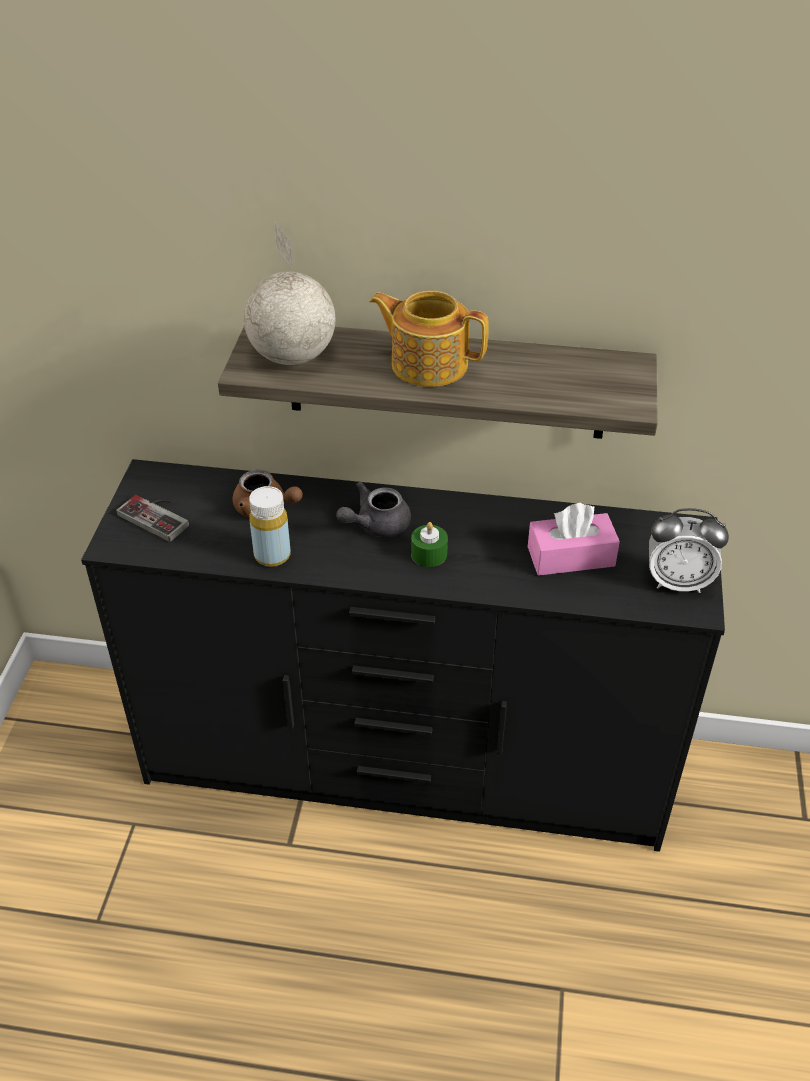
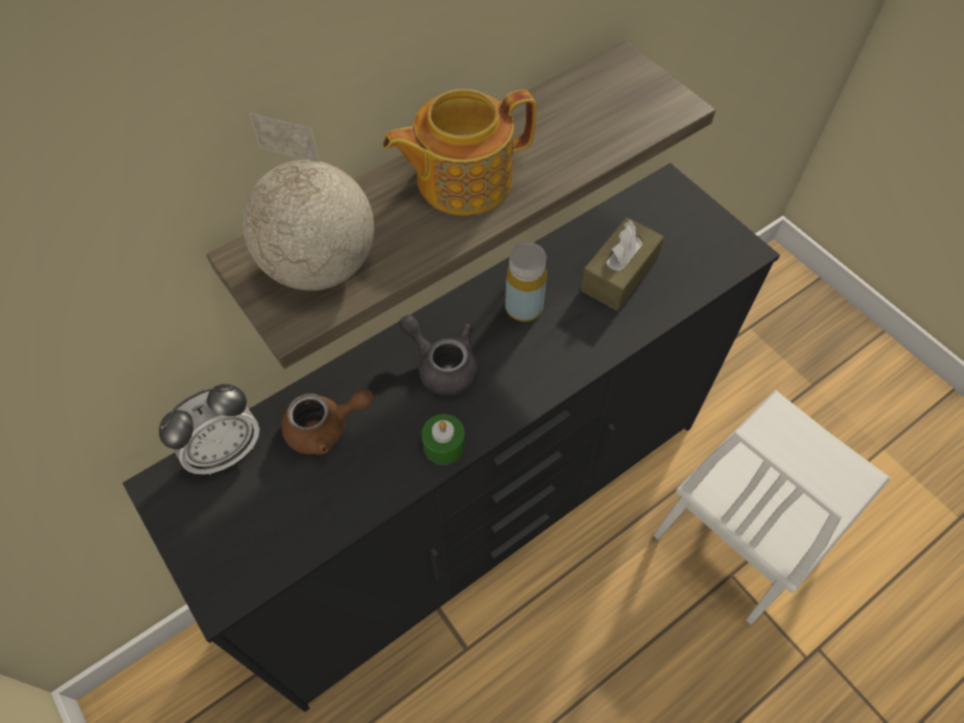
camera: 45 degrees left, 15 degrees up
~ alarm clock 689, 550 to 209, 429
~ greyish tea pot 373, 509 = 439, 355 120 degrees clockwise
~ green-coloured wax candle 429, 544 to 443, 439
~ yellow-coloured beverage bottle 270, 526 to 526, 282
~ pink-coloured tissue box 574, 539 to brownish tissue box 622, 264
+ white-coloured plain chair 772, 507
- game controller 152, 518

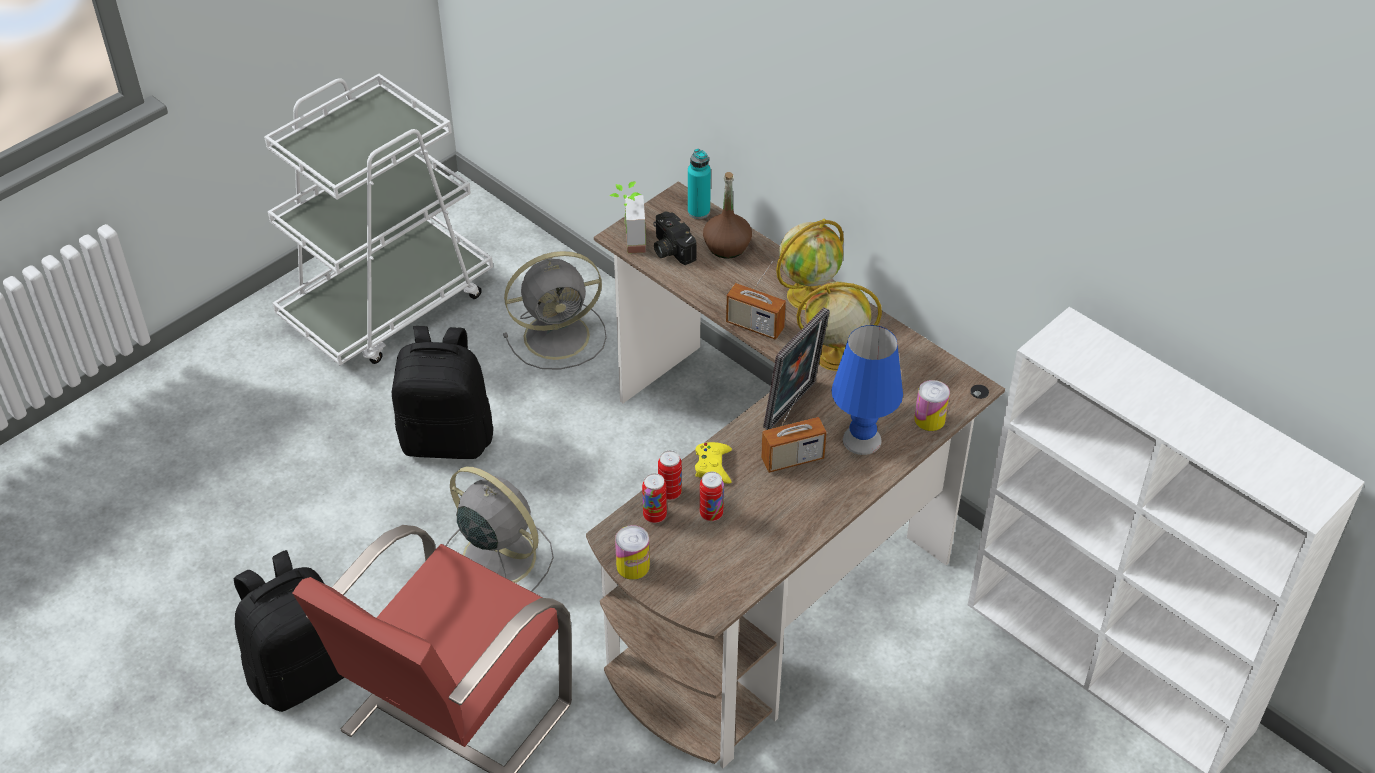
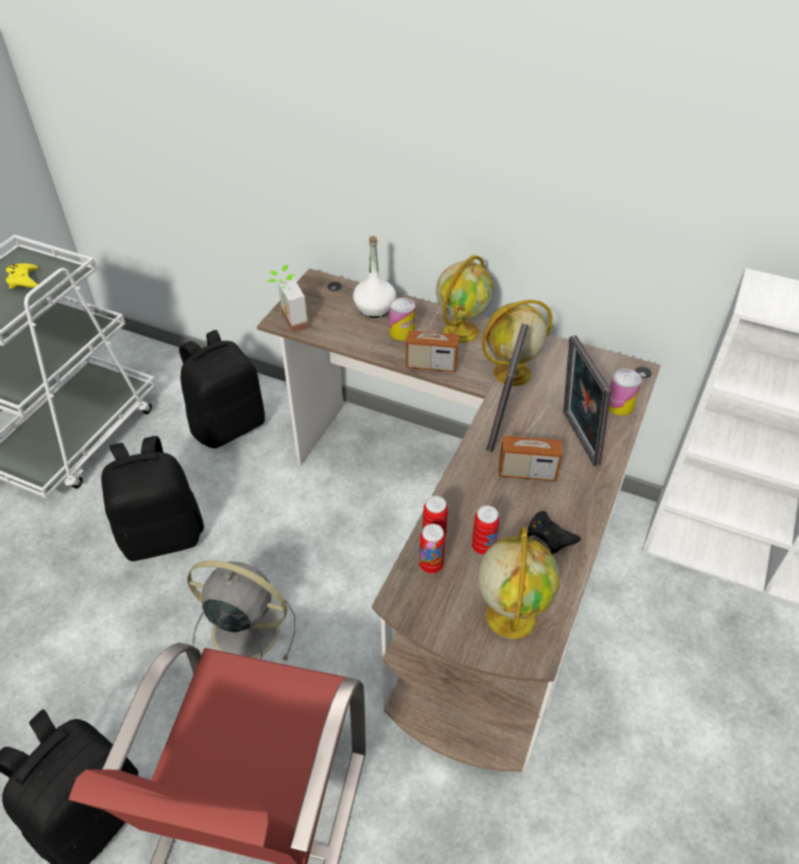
camera: 20 degrees left, 0 degrees up
~ yellow-coloured game controller 713, 463 to 22, 276
~ greyish fan 555, 310 to blackish knapsack 222, 389
~ brownish beverage bottle 727, 215 to white-coloured beverage bottle 374, 277
~ can 632, 552 to 402, 319
+ globe 519, 583
~ radio 794, 430 = 530, 443 45 degrees clockwise
+ blackish game controller 554, 533
~ blue-coloured lamp for a table 867, 390 to photo frame 587, 400
- photo camera 675, 238
- turquoise beverage bottle 699, 184

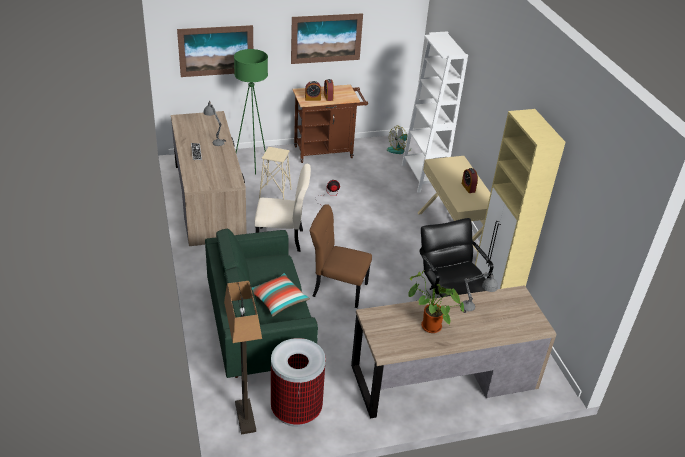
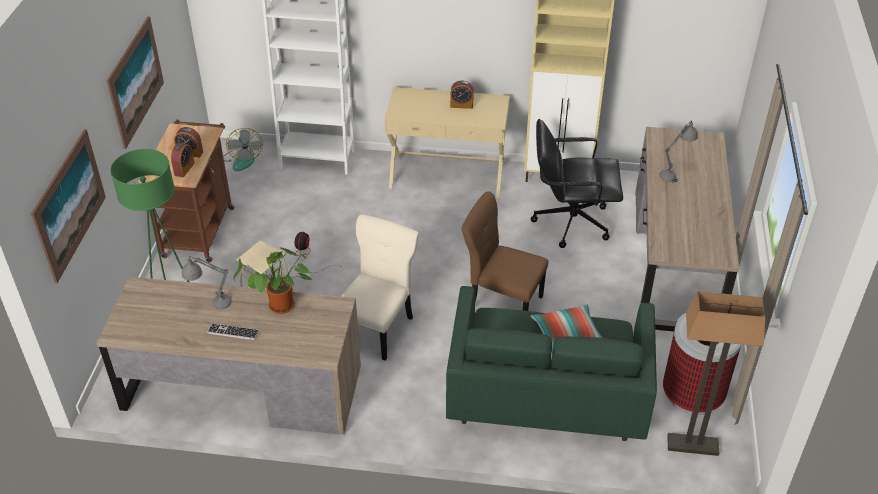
camera: 65 degrees left, 5 degrees up
~ potted plant 436, 301 to 273, 281
~ brownish plain chair 341, 256 = 504, 251 75 degrees clockwise

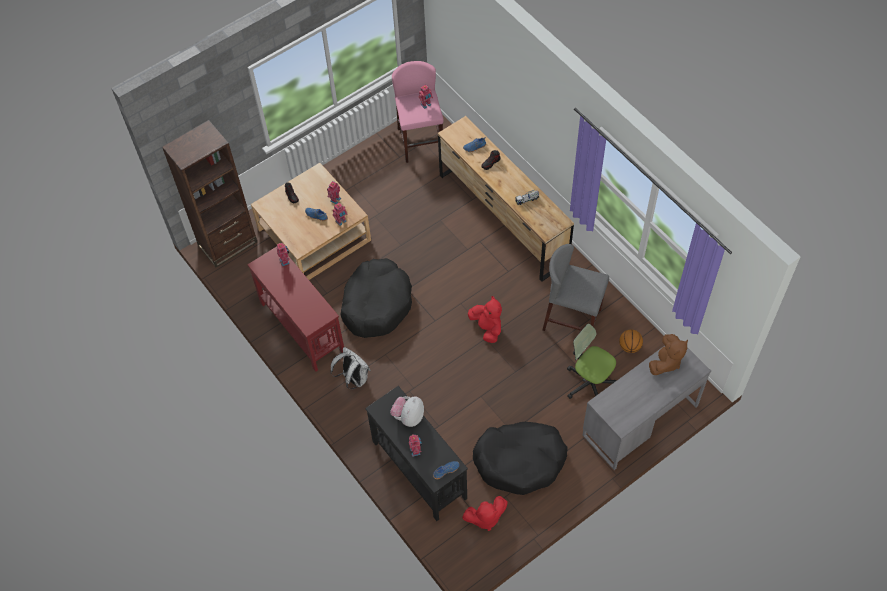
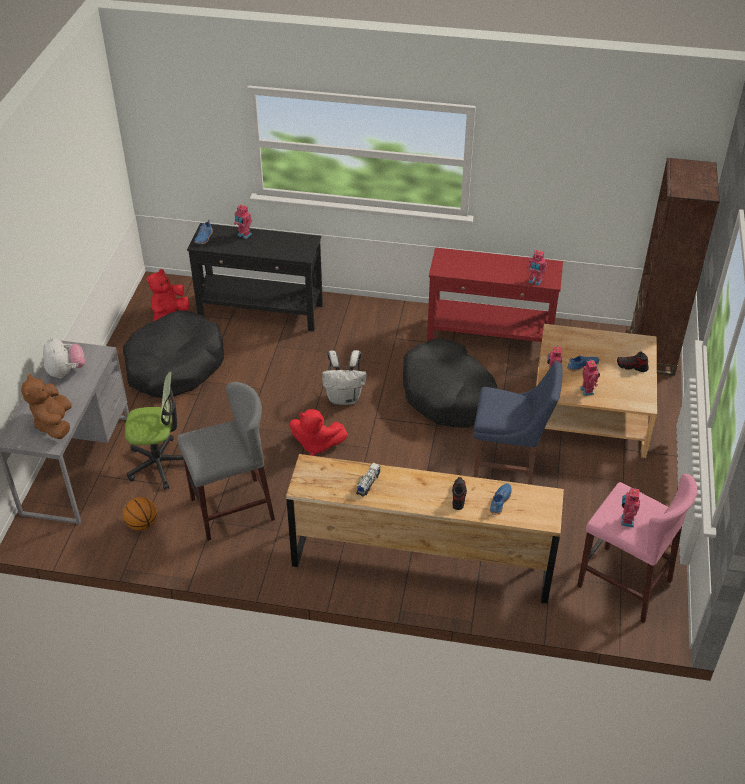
camera: 135 degrees right, 15 degrees down
~ cuddly toy 407, 411 to 64, 357
~ white-coloured knapsack 350, 368 to 344, 377
+ blue-coloured plain chair 518, 423

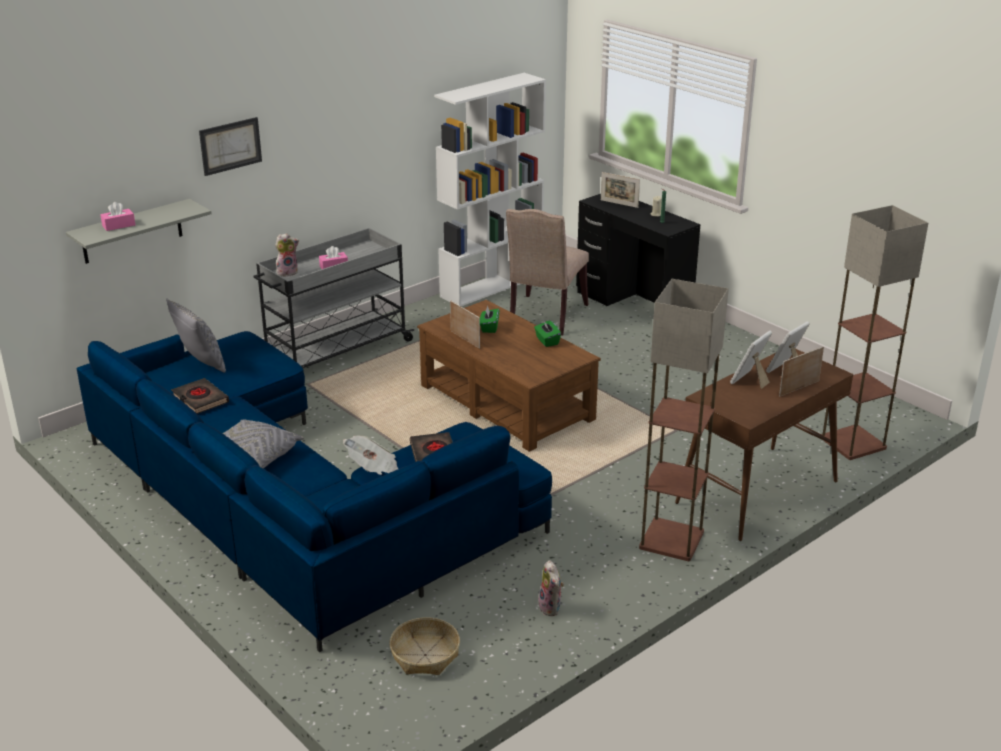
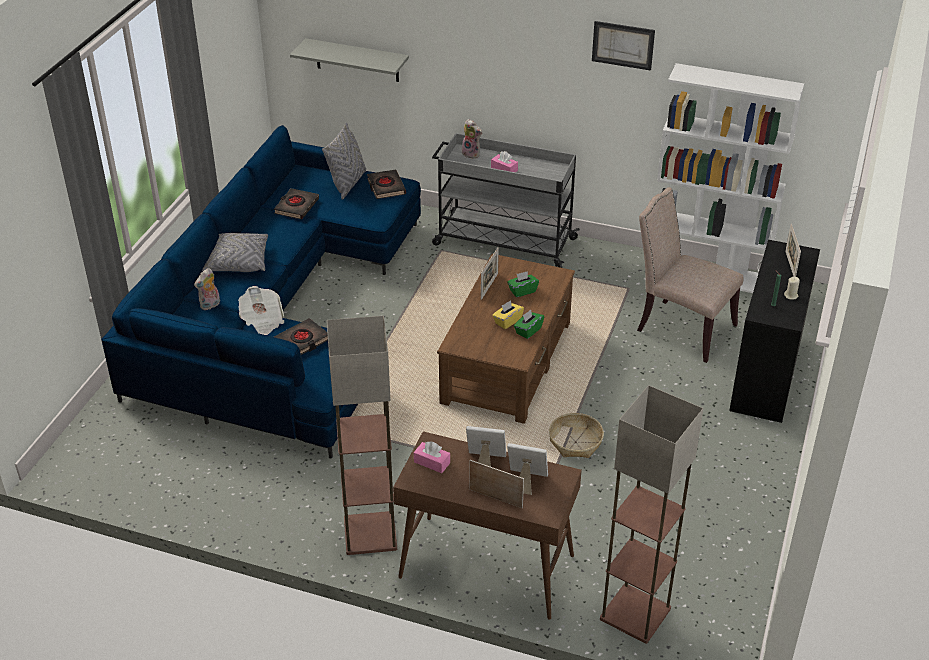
camera: 60 degrees right, 10 degrees up
~ cuddly toy 551, 588 to 207, 289
+ blackish bound book 386, 184
~ pink-coloured tissue box 117, 216 to 432, 457
+ yellow-coloured tissue box 508, 315
~ household basket 425, 646 to 576, 435
~ picture 230, 146 to 623, 46
~ beige plain chair 547, 272 = 690, 275 45 degrees clockwise

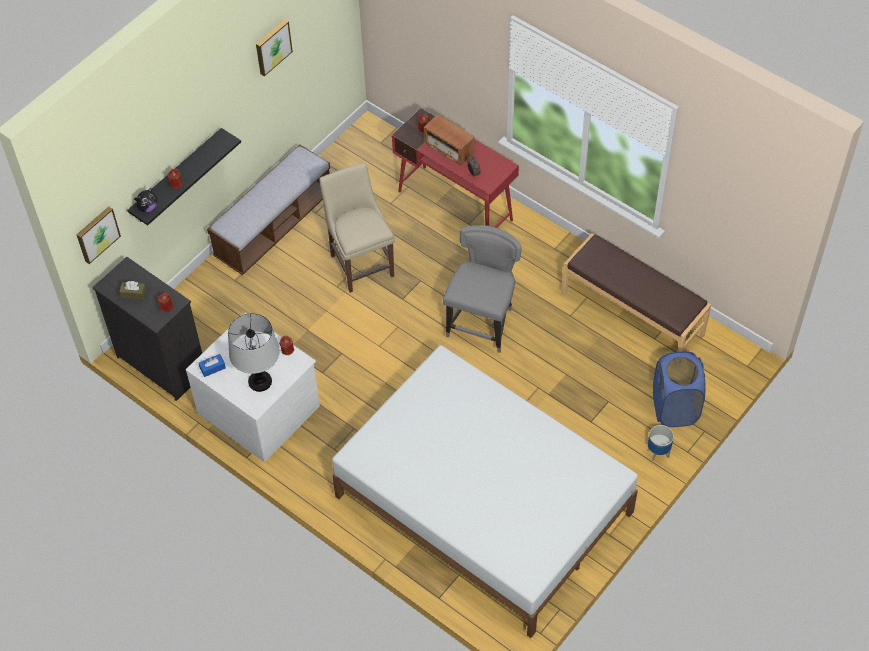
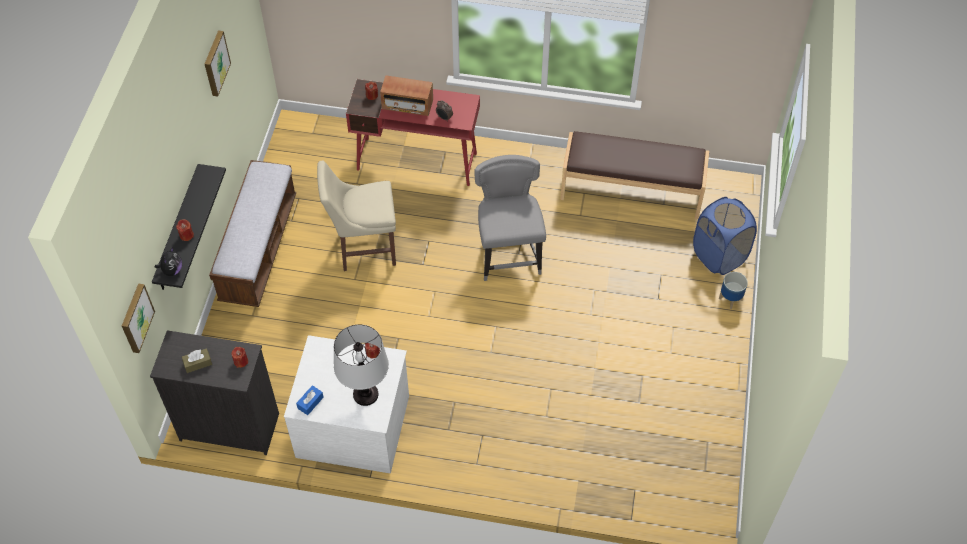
camera: 30 degrees left, 0 degrees up
~ beige plain chair 357, 228 = 356, 216 45 degrees counterclockwise
- white-coloured bedroom bed 485, 491

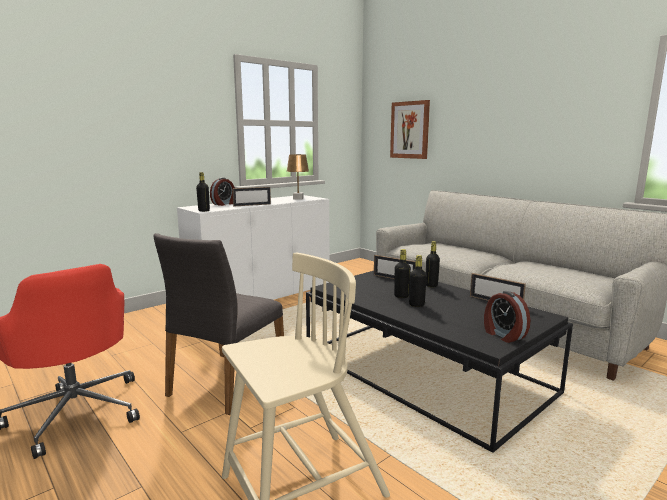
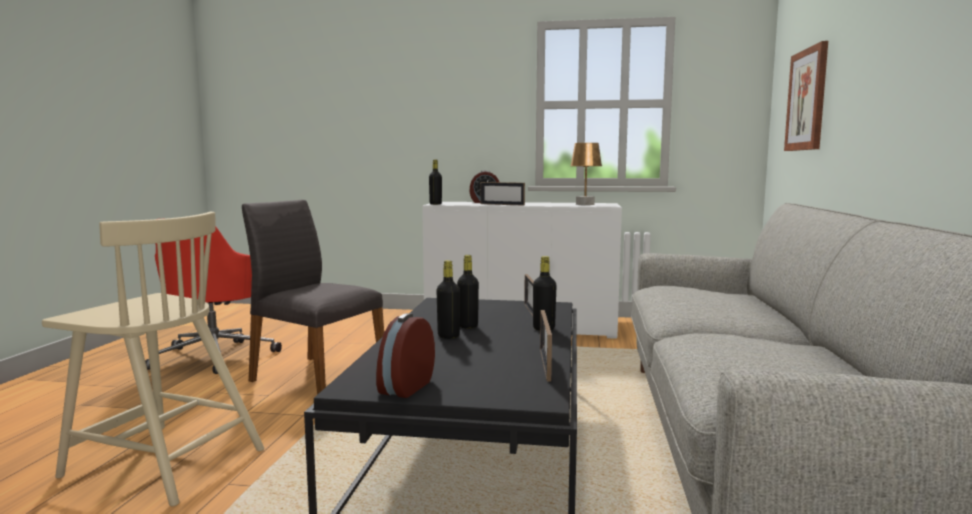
camera: 50 degrees right, 5 degrees down
~ greyish plain chair 218, 324 = 313, 297 45 degrees clockwise

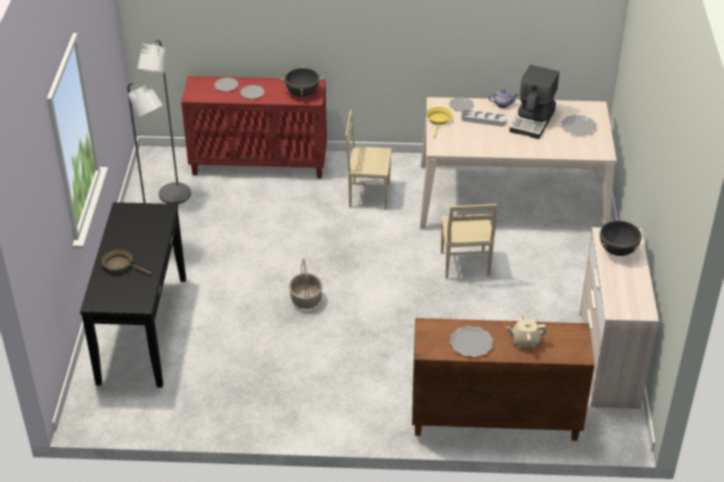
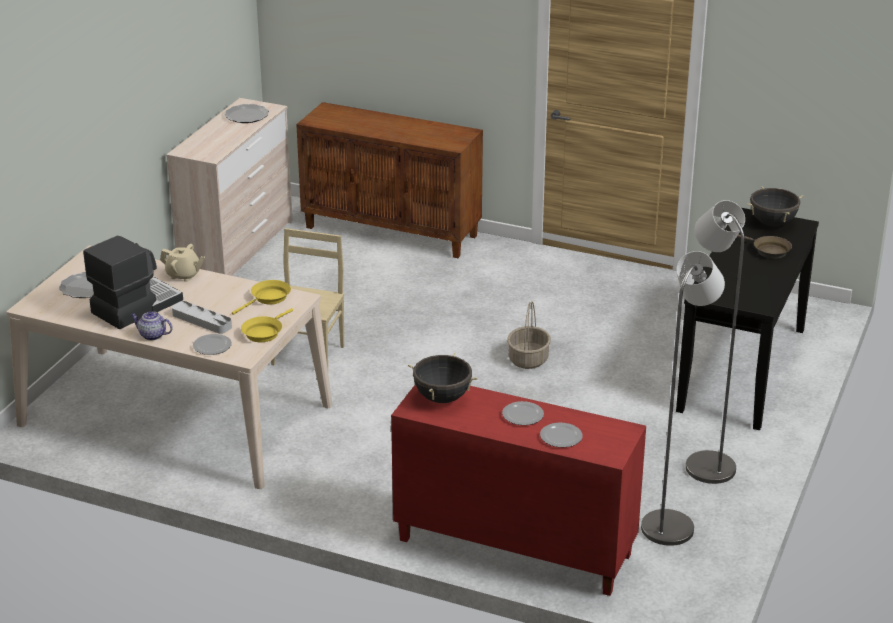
camera: 160 degrees left, 10 degrees down
~ beige tea pot 526, 330 to 182, 263
~ plate 472, 341 to 246, 113
+ yellow-coloured pan 261, 297
~ blackish saucepot 621, 238 to 775, 206
- beige plain chair 369, 160

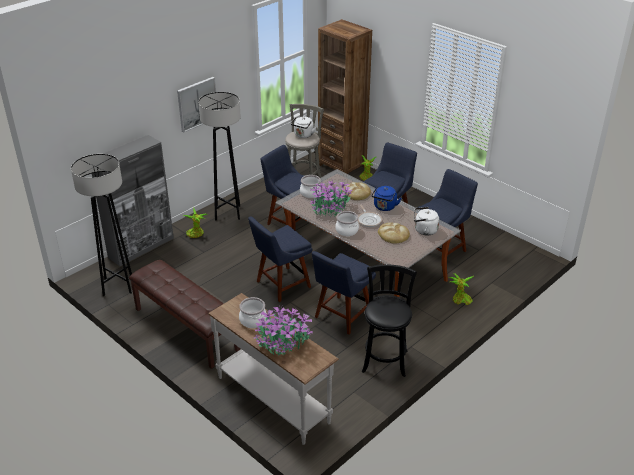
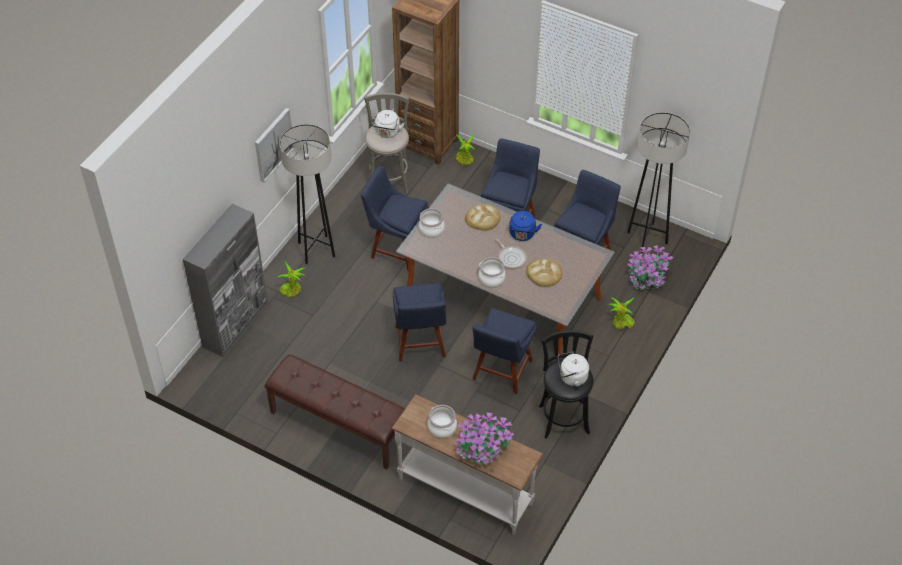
camera: 15 degrees left, 15 degrees up
~ blue-coloured plain chair 280, 259 = 419, 322 45 degrees counterclockwise
~ white-coloured kettle 426, 221 to 573, 369
~ greyish floor lamp 101, 225 to 658, 183
~ potted plant 331, 198 to 650, 267

